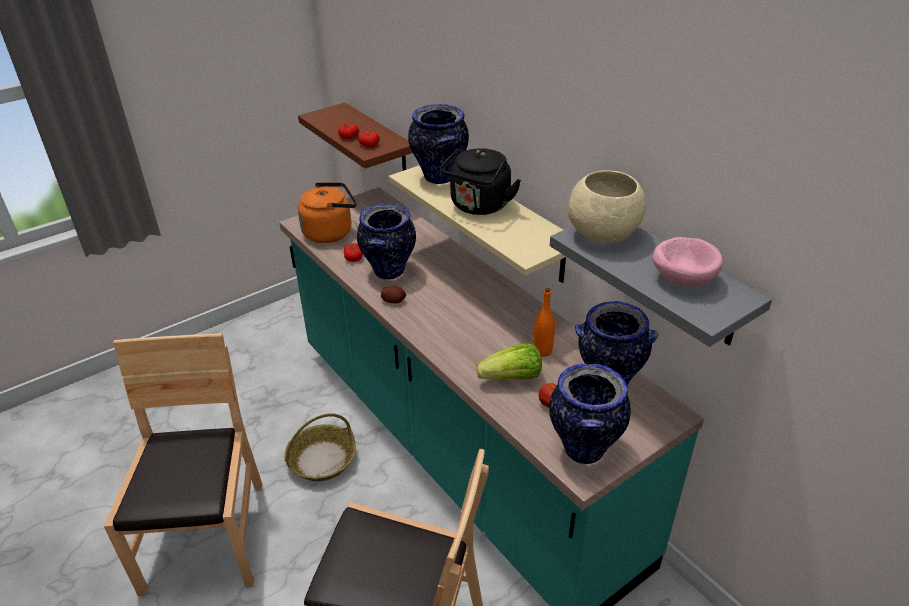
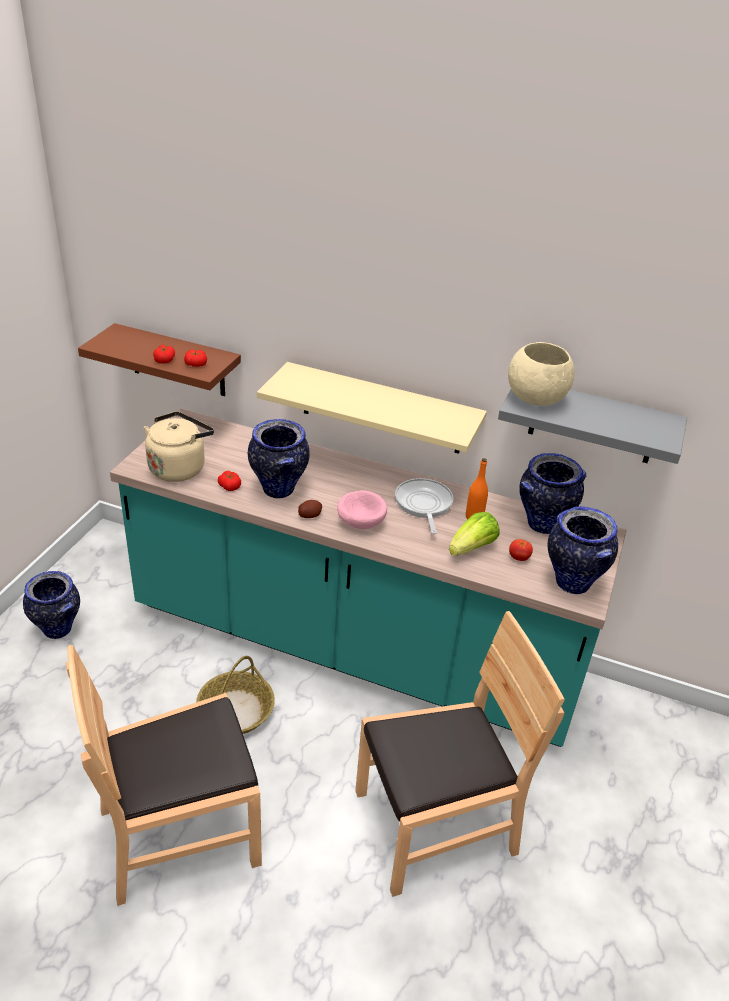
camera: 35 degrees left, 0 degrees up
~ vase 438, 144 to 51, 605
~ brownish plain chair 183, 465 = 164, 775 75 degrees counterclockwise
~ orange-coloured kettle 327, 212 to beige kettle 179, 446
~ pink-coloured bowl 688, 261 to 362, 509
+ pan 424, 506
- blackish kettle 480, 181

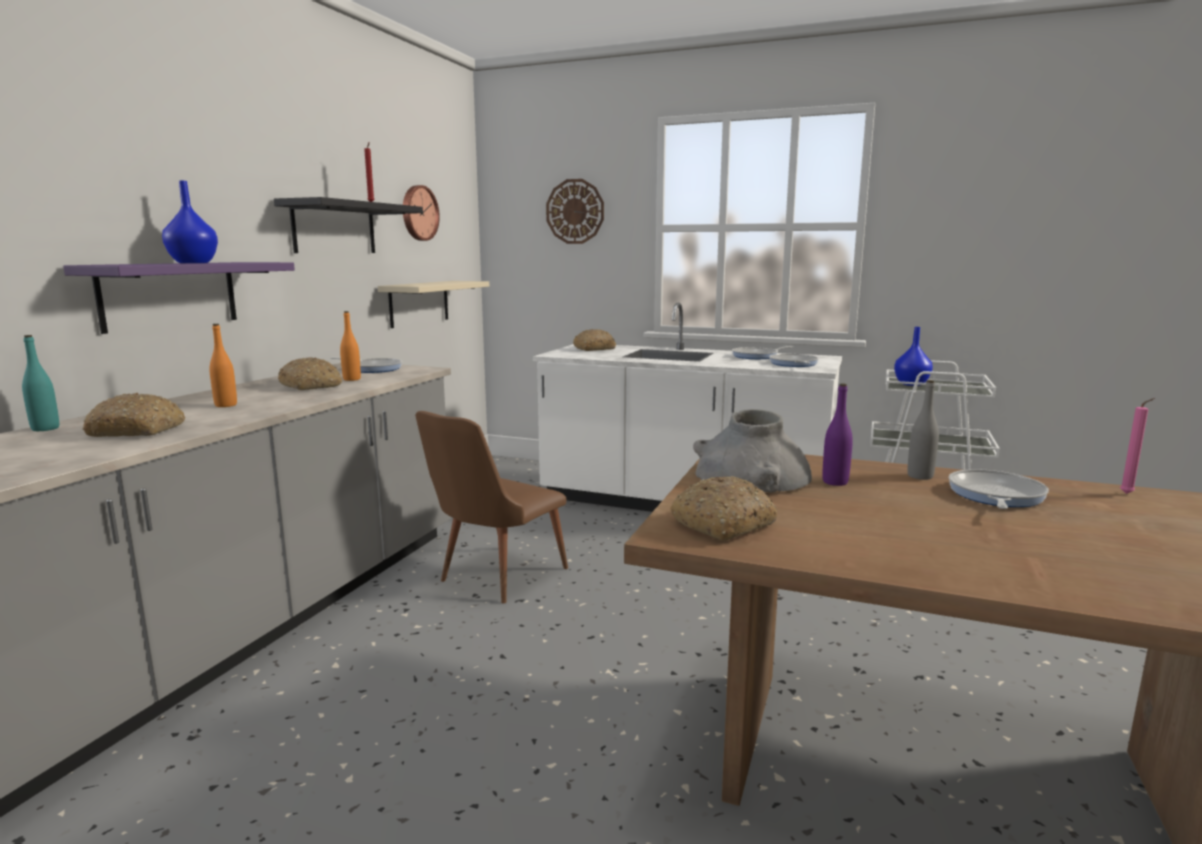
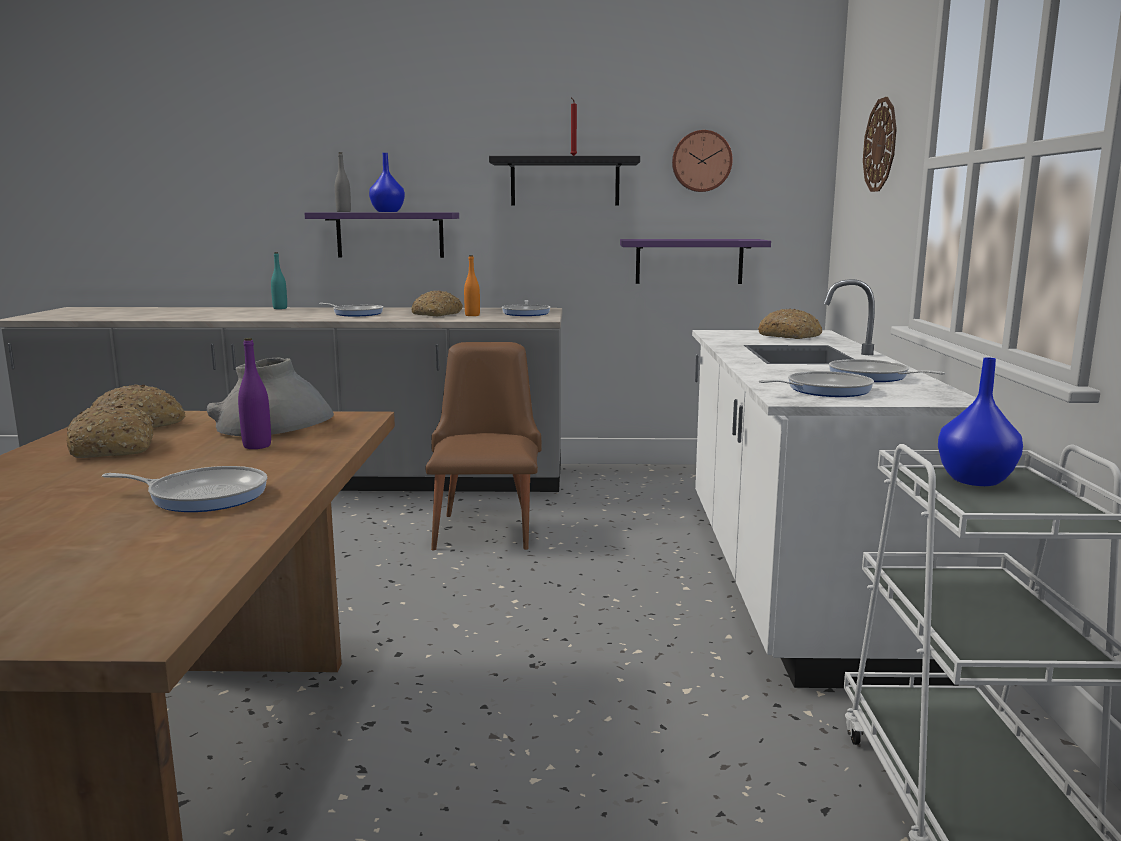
camera: 70 degrees right, 0 degrees up
~ bakery bread 133, 415 to 110, 431
~ orange-coloured beverage bottle 223, 365 to pan 351, 309
~ greyish beverage bottle 923, 430 to 343, 182
~ brownish plain chair 491, 507 = 483, 446 75 degrees clockwise
~ beige wall shelf 433, 304 to purple-coloured wall shelf 695, 261
- pink-coloured wax candle 1137, 446

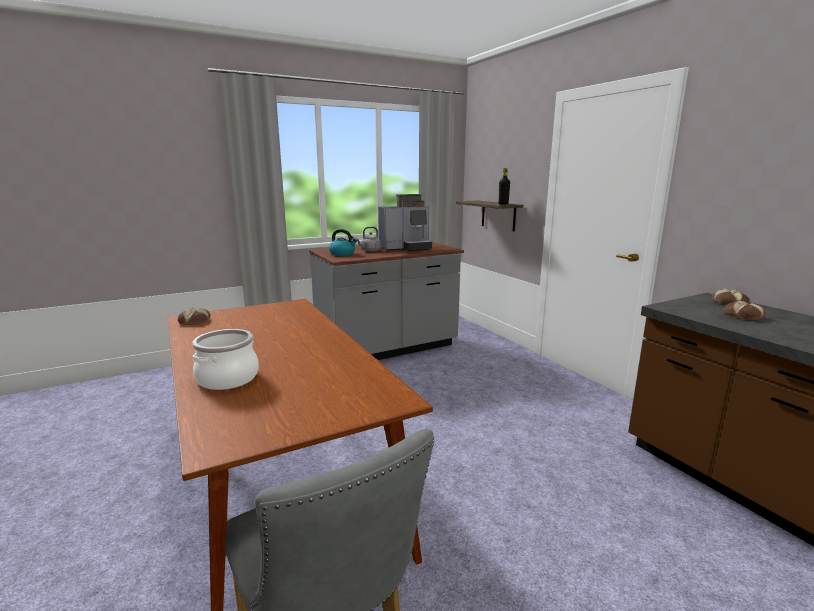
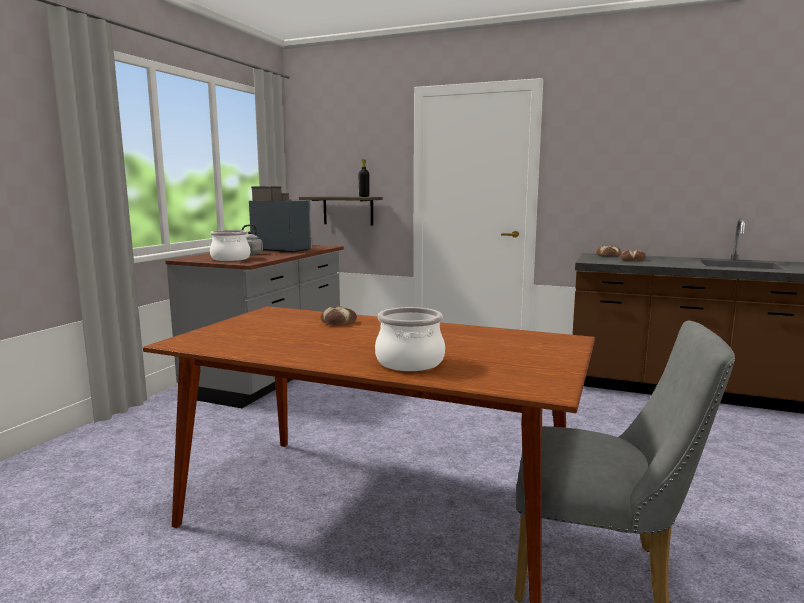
camera: 40 degrees left, 5 degrees down
~ kettle 343, 242 to saucepot 230, 245
~ coffee brewer 405, 222 = 280, 219 90 degrees counterclockwise
~ bakery bread 194, 316 to 339, 316

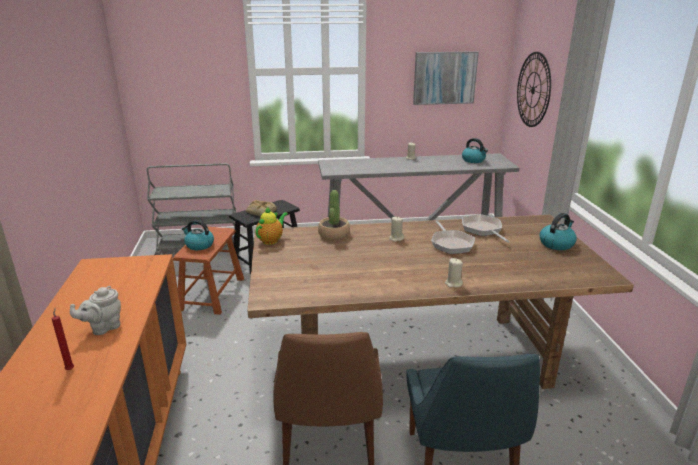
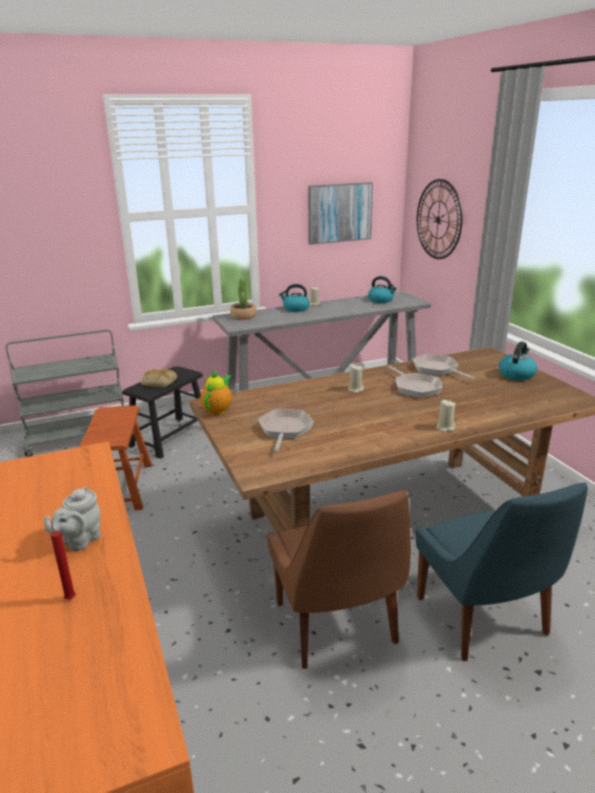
camera: 15 degrees left, 0 degrees up
~ potted plant 334, 215 to 243, 299
+ pan 286, 431
~ kettle 198, 235 to 294, 298

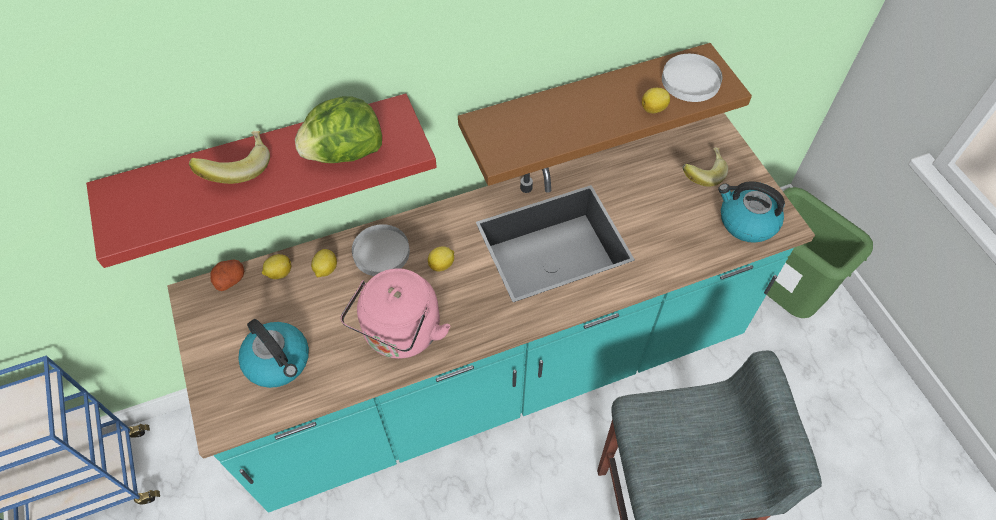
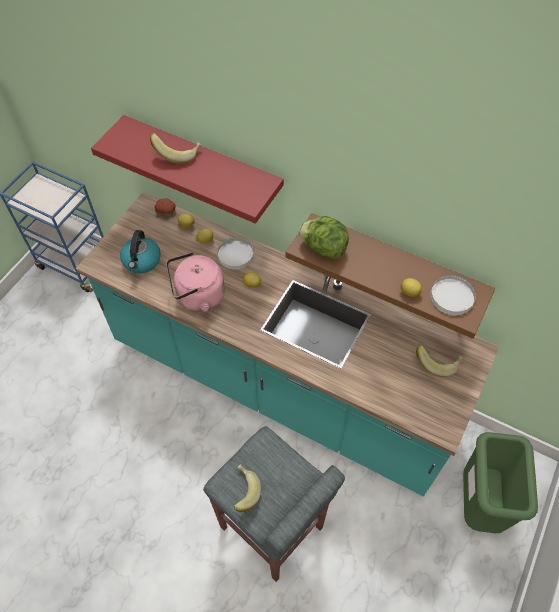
camera: 50 degrees right, 0 degrees up
+ banana fruit 247, 488
~ lettuce 338, 129 to 324, 237
- kettle 751, 212

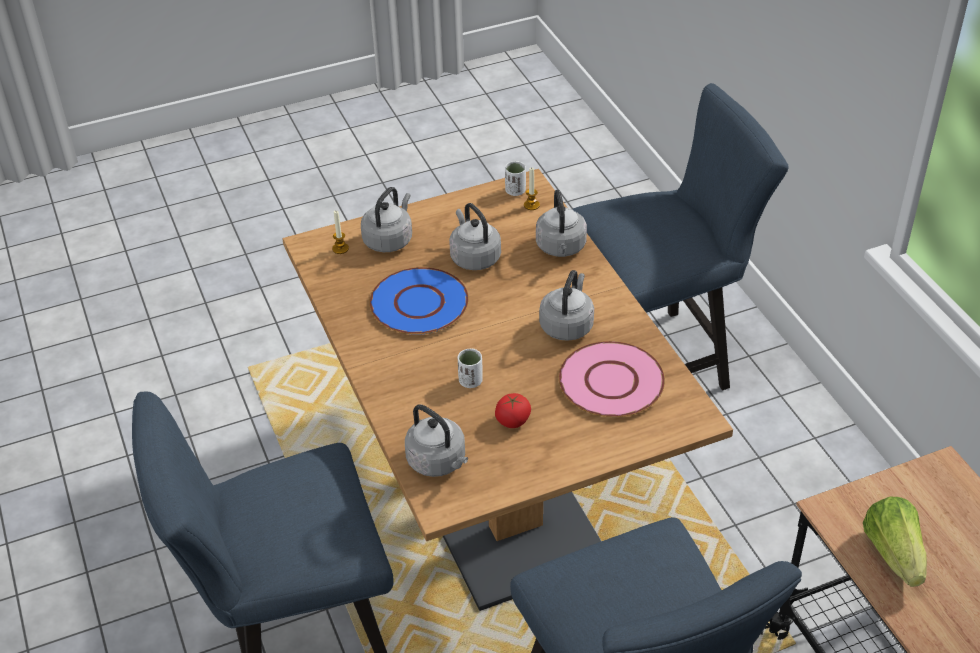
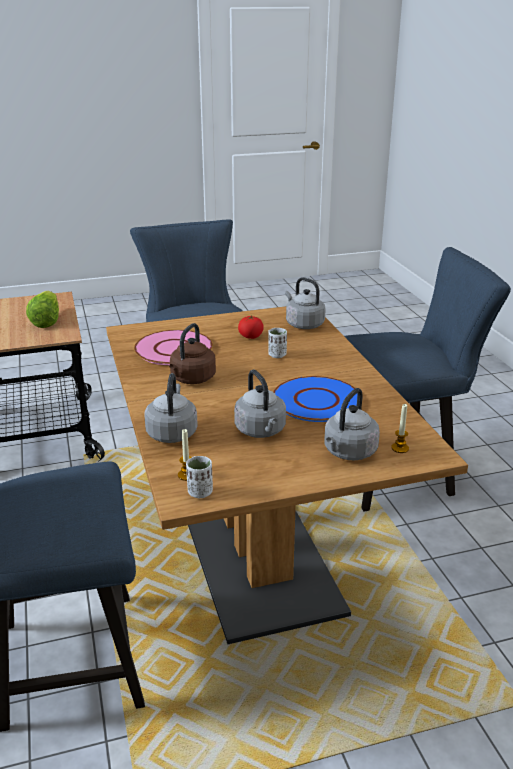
camera: 175 degrees left, 15 degrees down
~ greyish kettle 566, 305 to brownish kettle 192, 353

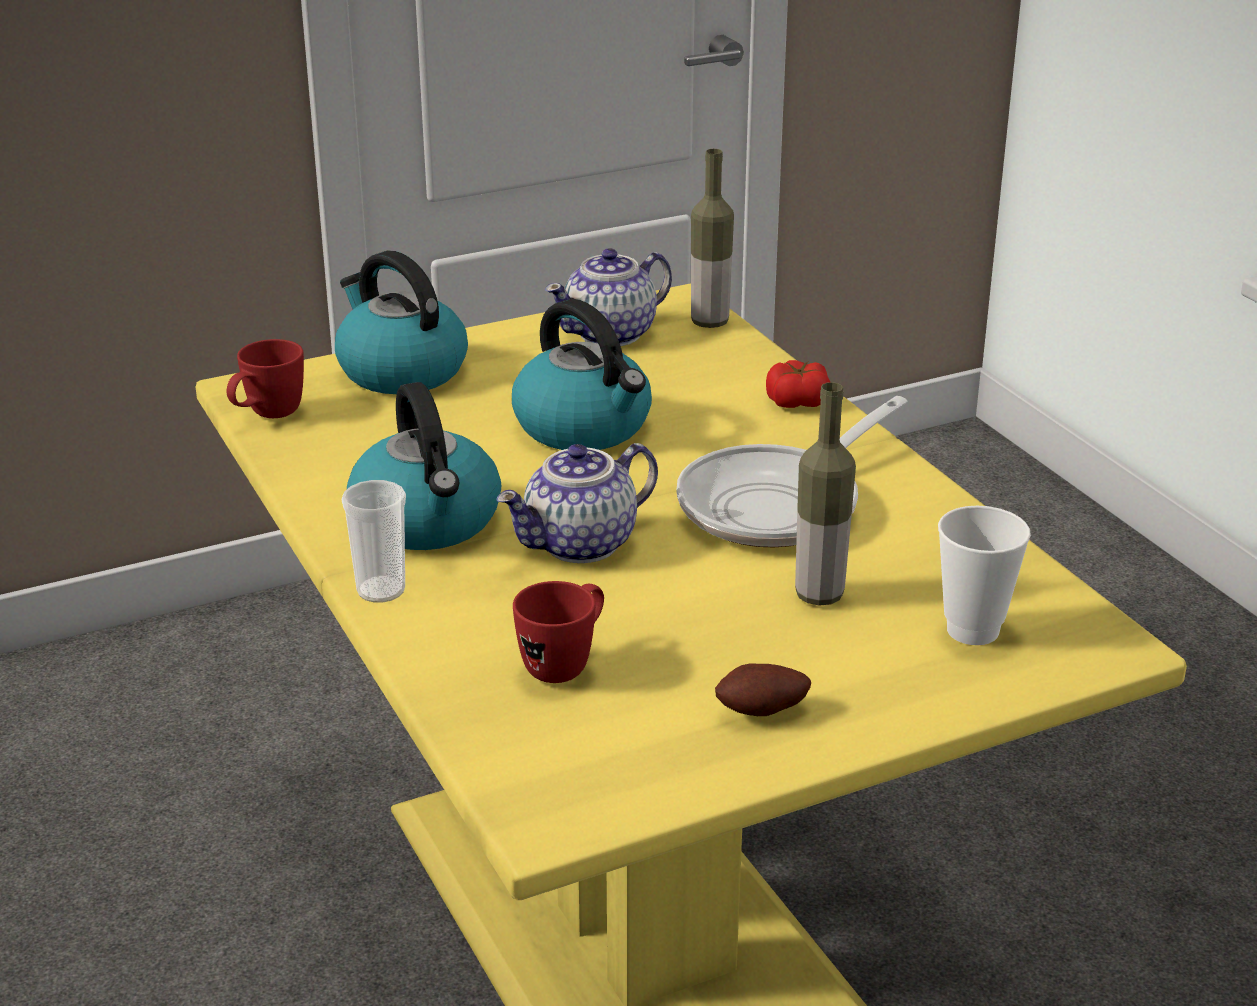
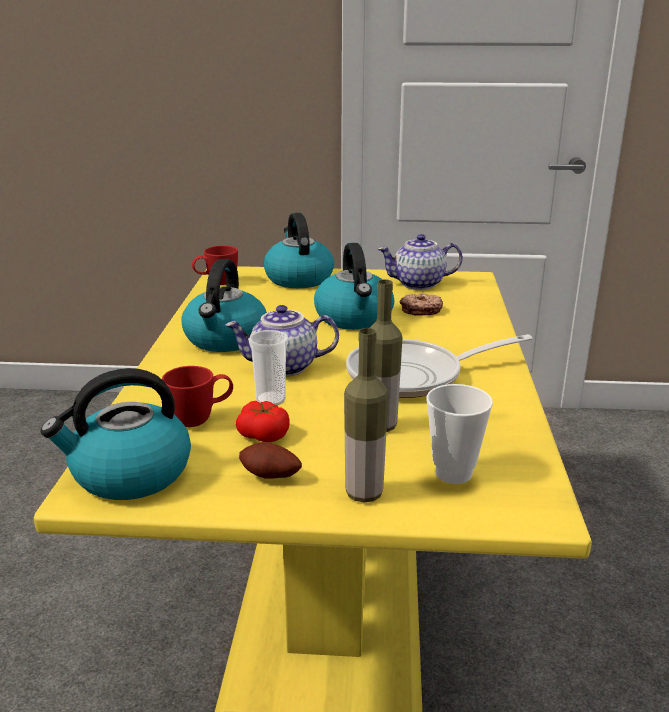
camera: 30 degrees right, 5 degrees down
+ kettle 116, 434
~ whole tomato 798, 384 to 263, 421
~ drinking cup 373, 541 to 268, 367
~ beverage bottle 712, 238 to 366, 415
+ donut 421, 304

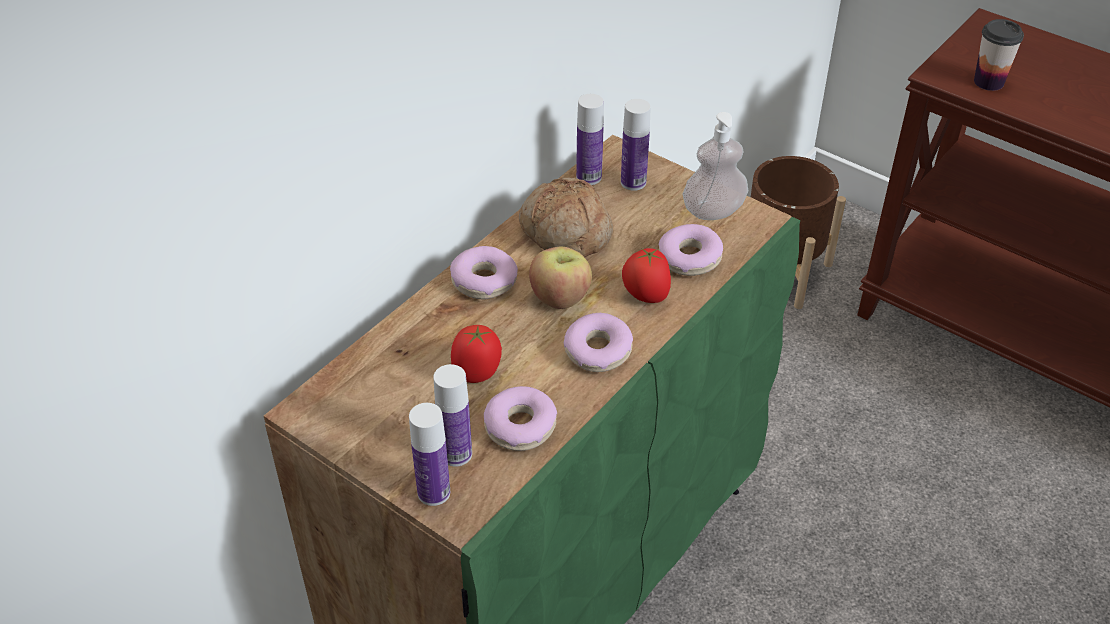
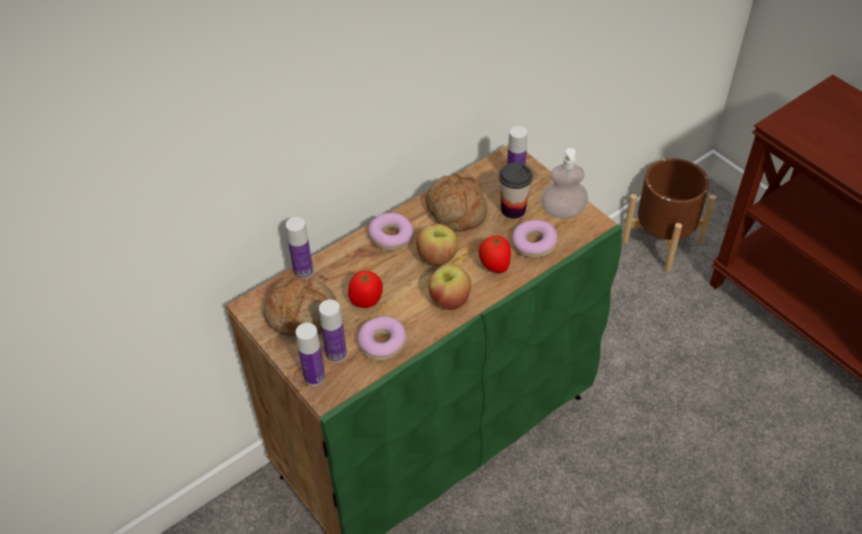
camera: 15 degrees right, 5 degrees up
+ bakery bread 299, 306
~ beverage bottle 590, 139 to 299, 248
~ donut 598, 342 to apple fruit 449, 287
~ drinking cup 999, 55 to 516, 190

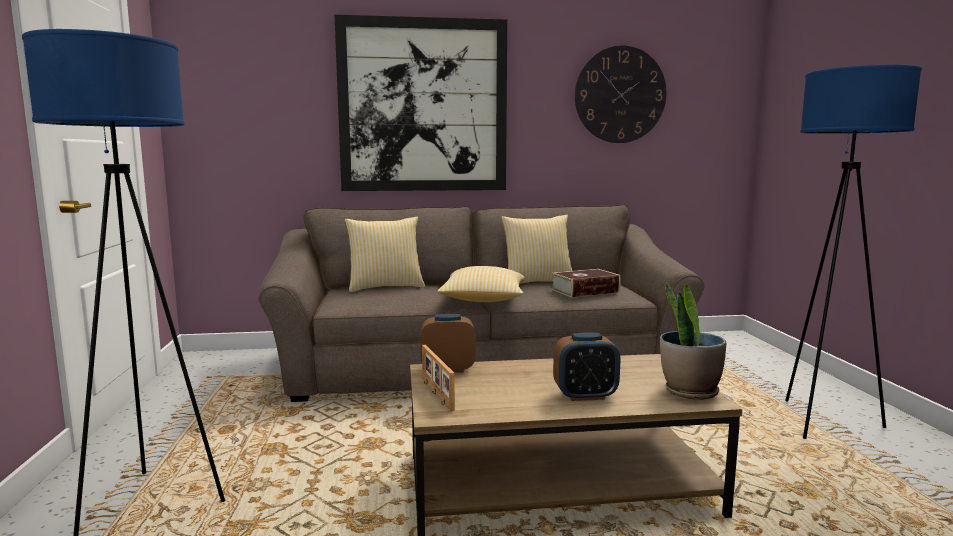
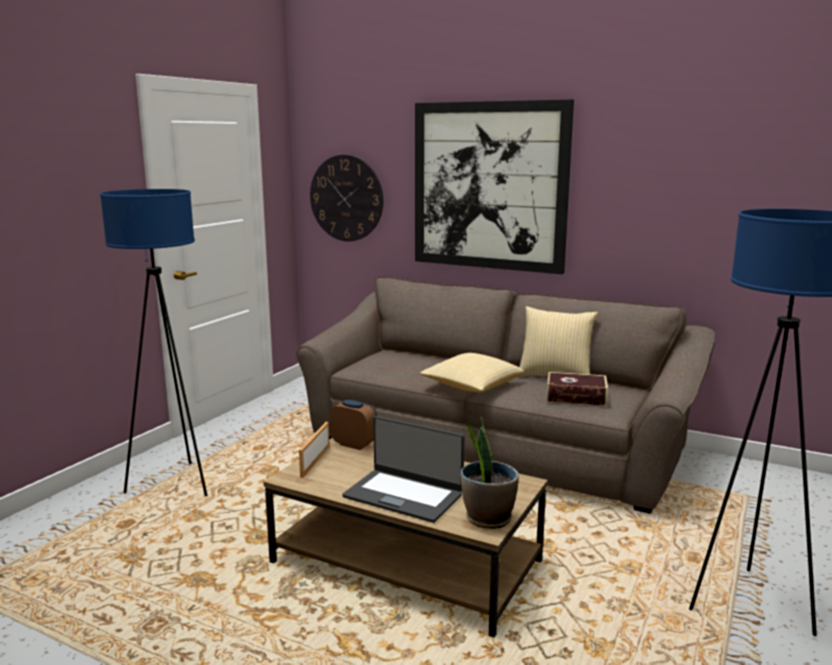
camera: 35 degrees right, 5 degrees up
~ clock on the wall 620, 94 to 346, 198
~ alarm clock 587, 366 to notebook computer 403, 469
- cushion 385, 254

